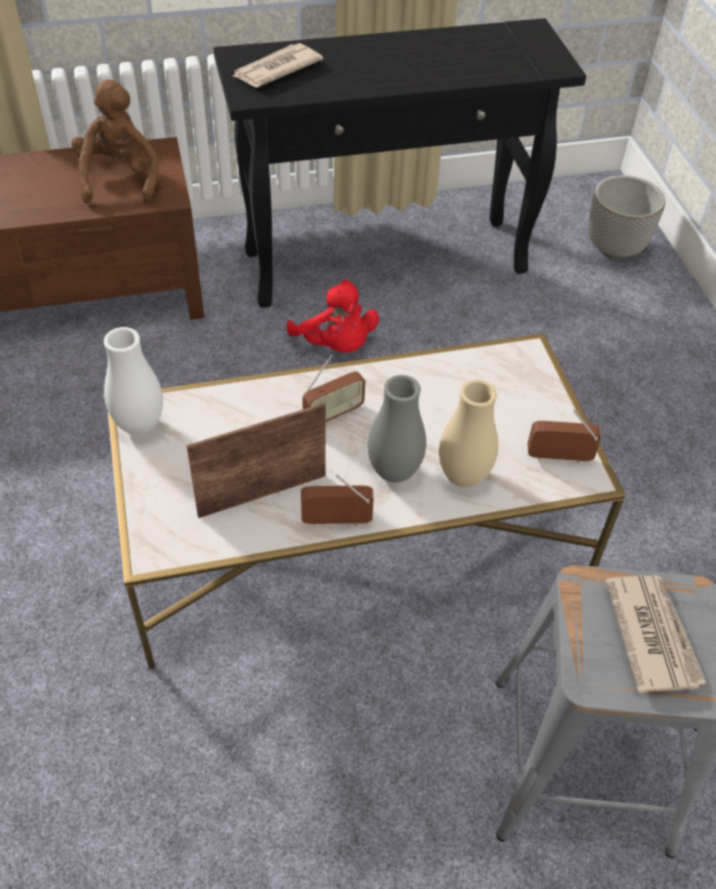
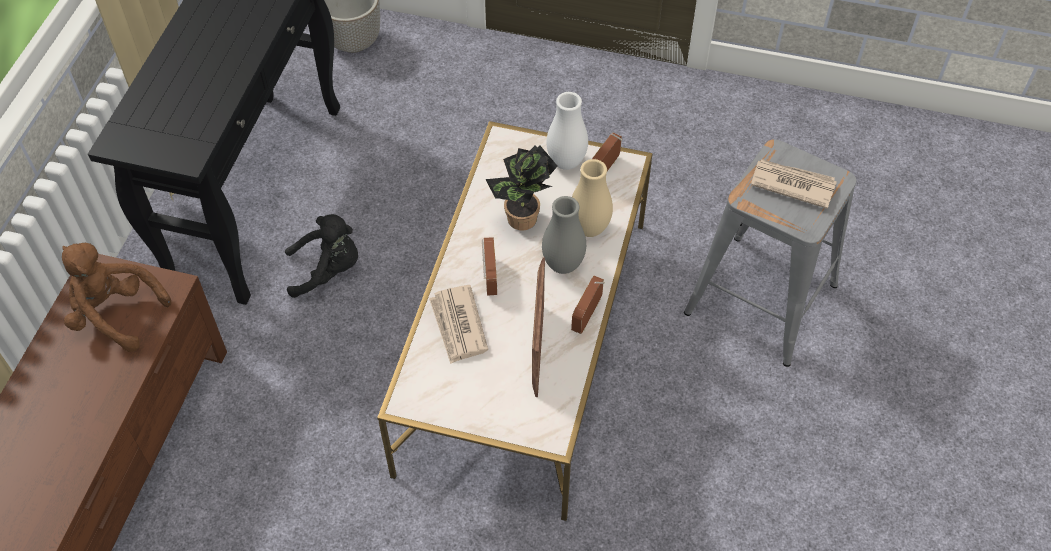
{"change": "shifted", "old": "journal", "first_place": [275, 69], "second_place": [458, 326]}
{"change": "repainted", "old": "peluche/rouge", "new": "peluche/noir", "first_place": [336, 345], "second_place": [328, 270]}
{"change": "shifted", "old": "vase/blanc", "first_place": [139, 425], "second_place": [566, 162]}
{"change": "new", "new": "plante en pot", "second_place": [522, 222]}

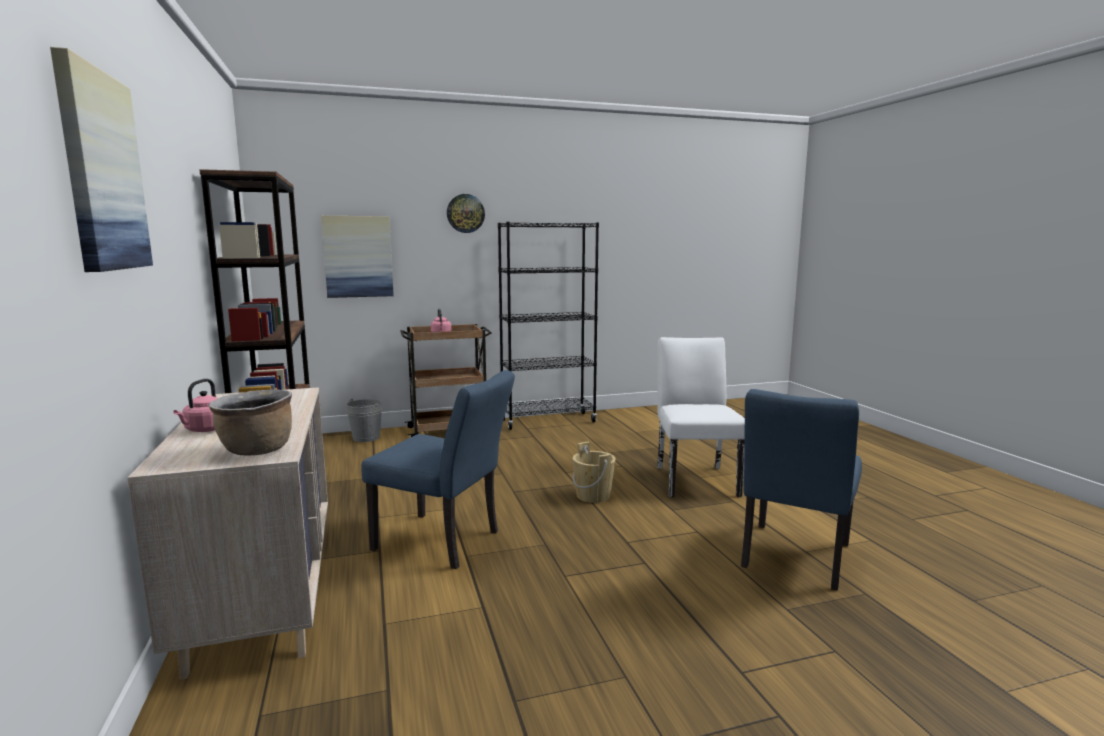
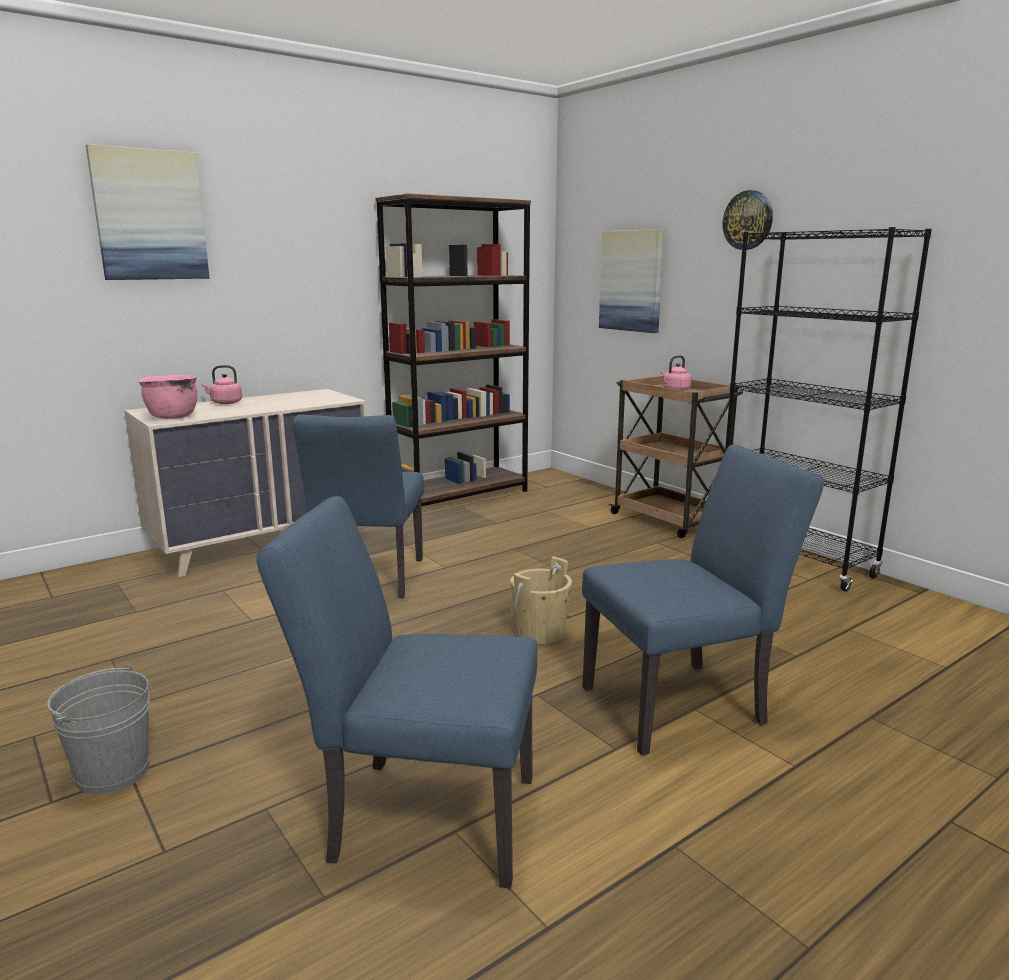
{"change": "repainted", "old": "chaise/blanc", "new": "chaise/bleu", "first_place": [694, 478], "second_place": [685, 703]}
{"change": "repainted", "old": "marmite/marron", "new": "marmite/rose", "first_place": [256, 451], "second_place": [172, 417]}
{"change": "shifted", "old": "seau/gris", "first_place": [366, 438], "second_place": [113, 772]}

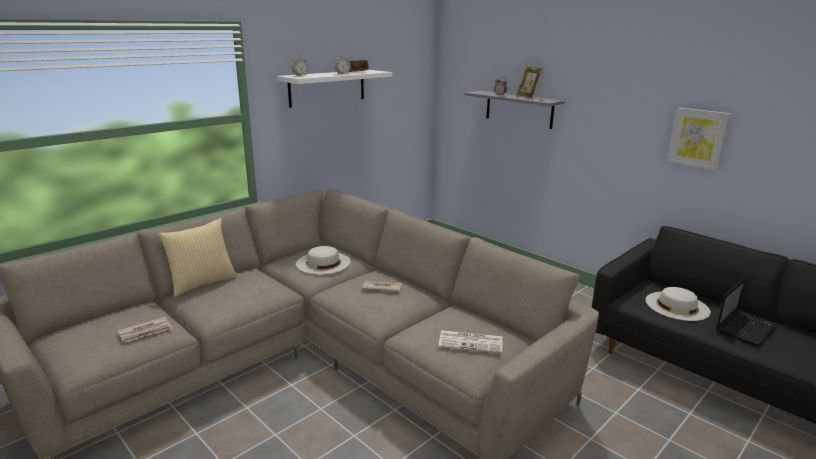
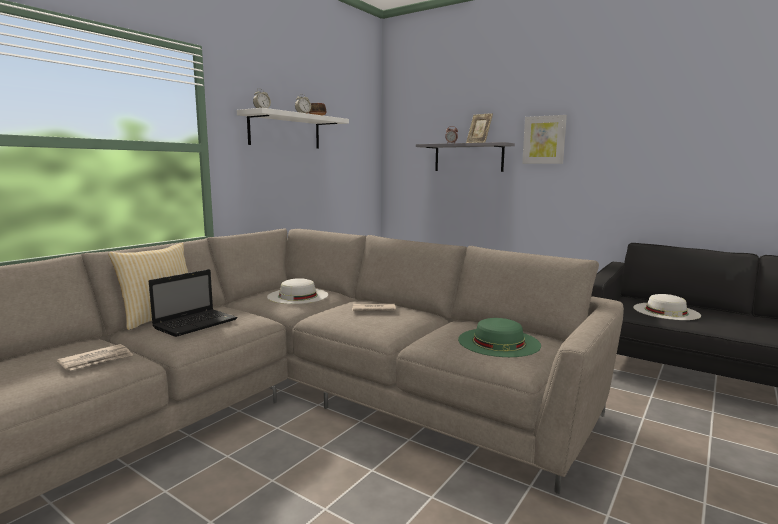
{"change": "shifted", "old": "tableau", "first_place": [698, 138], "second_place": [544, 140]}
{"change": "shifted", "old": "ordinateur portable", "first_place": [745, 328], "second_place": [197, 323]}
{"change": "swapped", "old": "journal", "new": "chapeau/vert", "first_place": [471, 342], "second_place": [499, 342]}

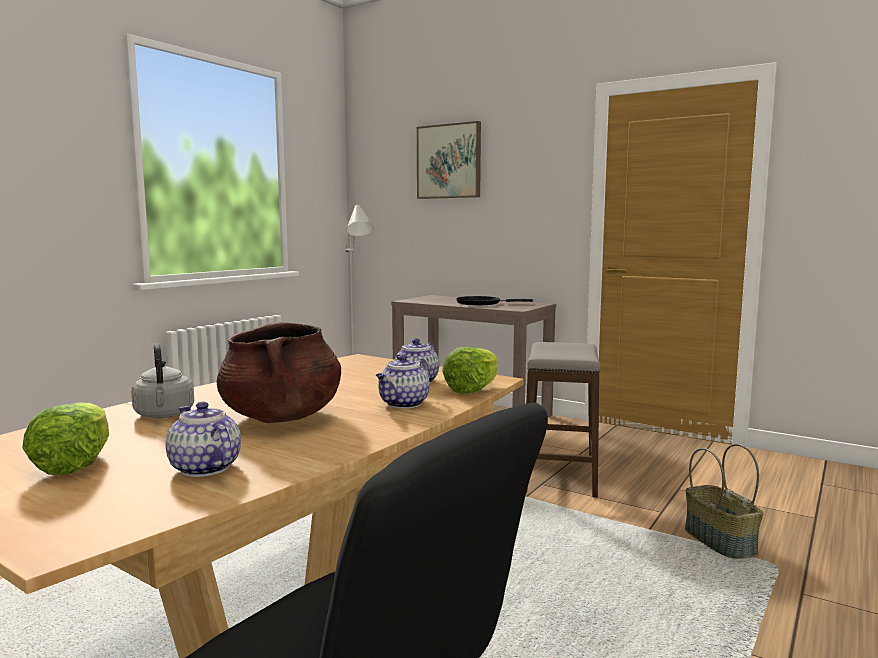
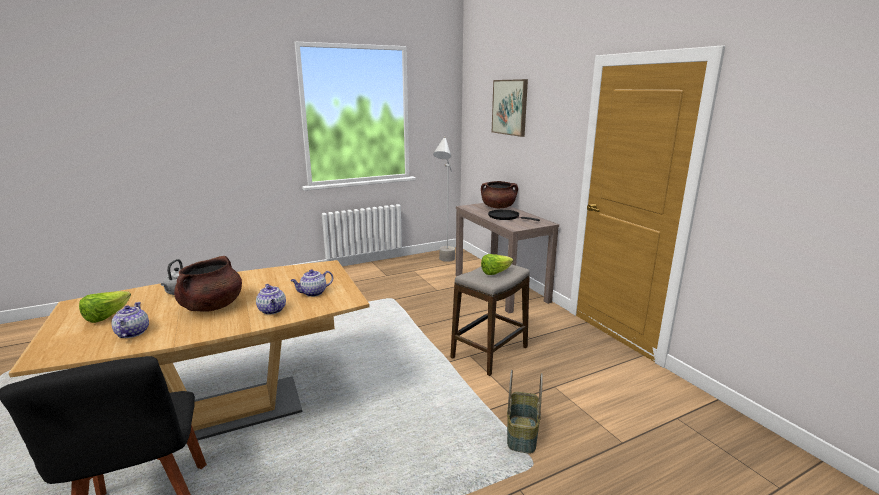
{"change": "shifted", "old": "laitue", "first_place": [473, 389], "second_place": [495, 273]}
{"change": "rotated", "old": "théière", "first_place": [403, 404], "second_place": [272, 310], "degrees": -90}
{"change": "new", "new": "marmite/marron", "second_place": [498, 207]}

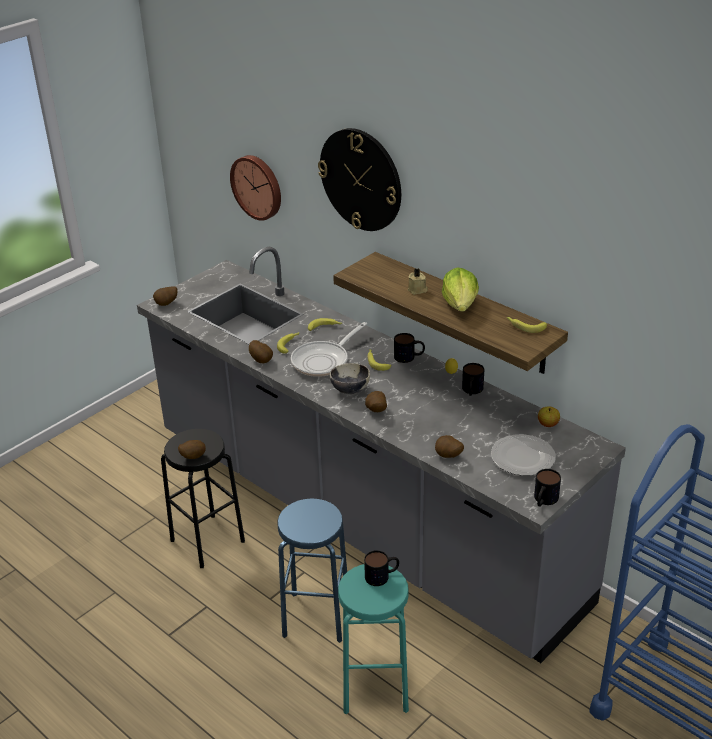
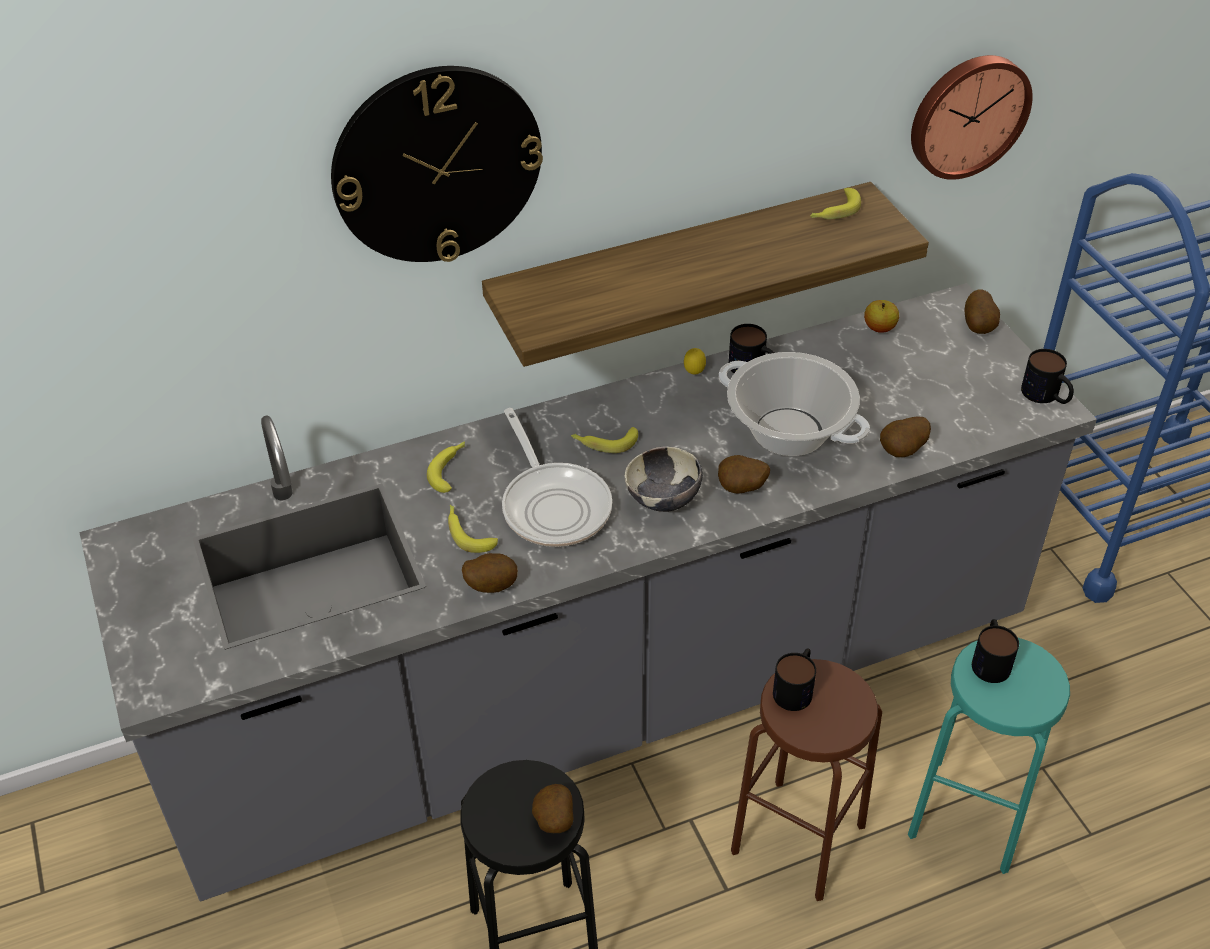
{"change": "shifted", "old": "horloge murale", "first_place": [258, 186], "second_place": [967, 114]}
{"change": "gone", "old": "laitue", "first_place": [460, 305]}
{"change": "gone", "old": "bougie/beige", "first_place": [417, 290]}
{"change": "shifted", "old": "pomme de terre", "first_place": [167, 304], "second_place": [979, 327]}
{"change": "shifted", "old": "mug", "first_place": [409, 357], "second_place": [796, 687]}
{"change": "gone", "old": "assiette", "first_place": [523, 458]}
{"change": "repainted", "old": "tabouret/bleu", "new": "tabouret/marron", "first_place": [316, 617], "second_place": [797, 838]}
{"change": "new", "new": "marmite", "second_place": [789, 432]}

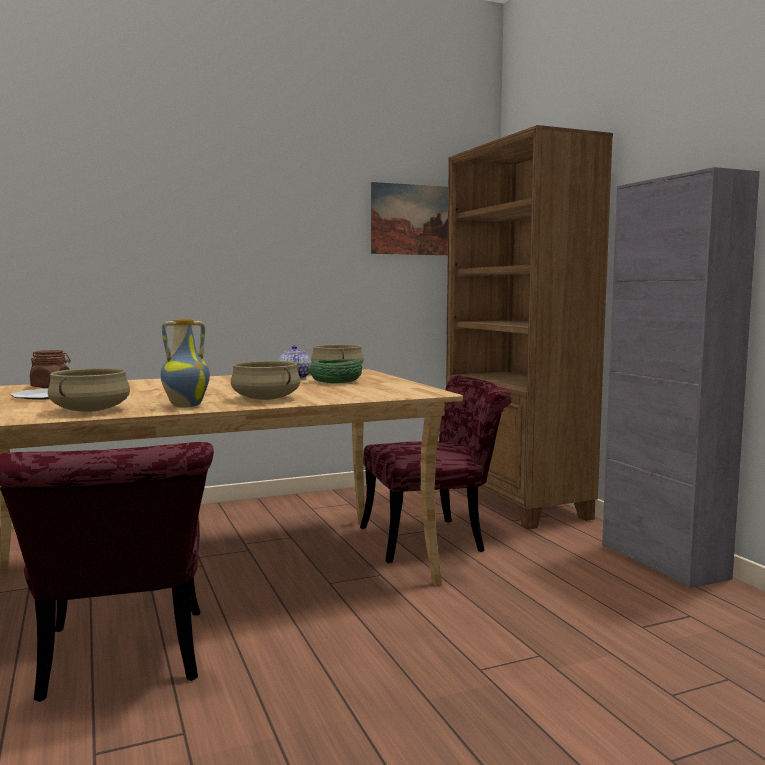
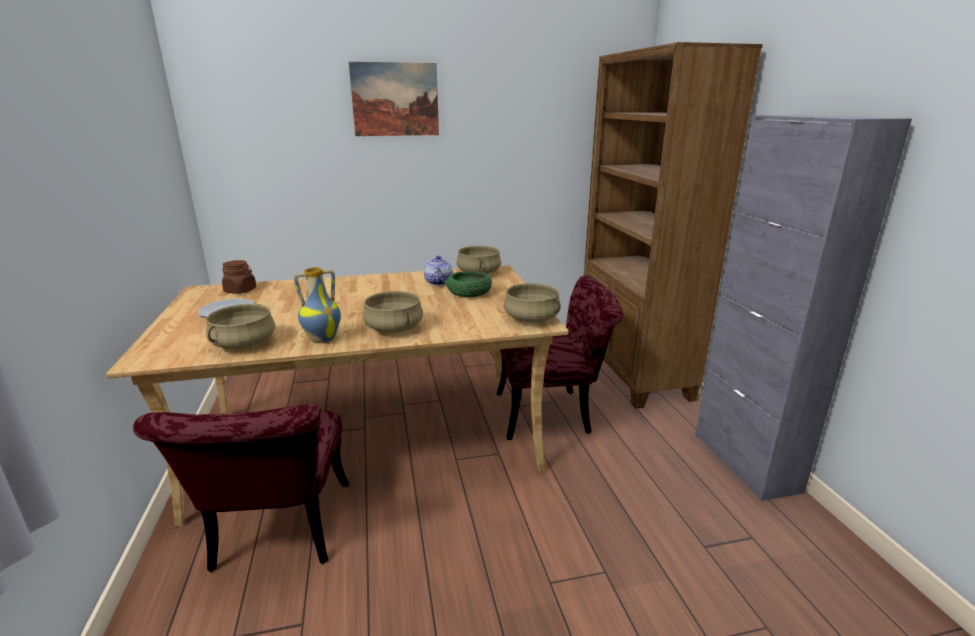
{"change": "shifted", "old": "tableau", "first_place": [410, 219], "second_place": [395, 99]}
{"change": "new", "new": "marmite/beige", "second_place": [532, 318]}

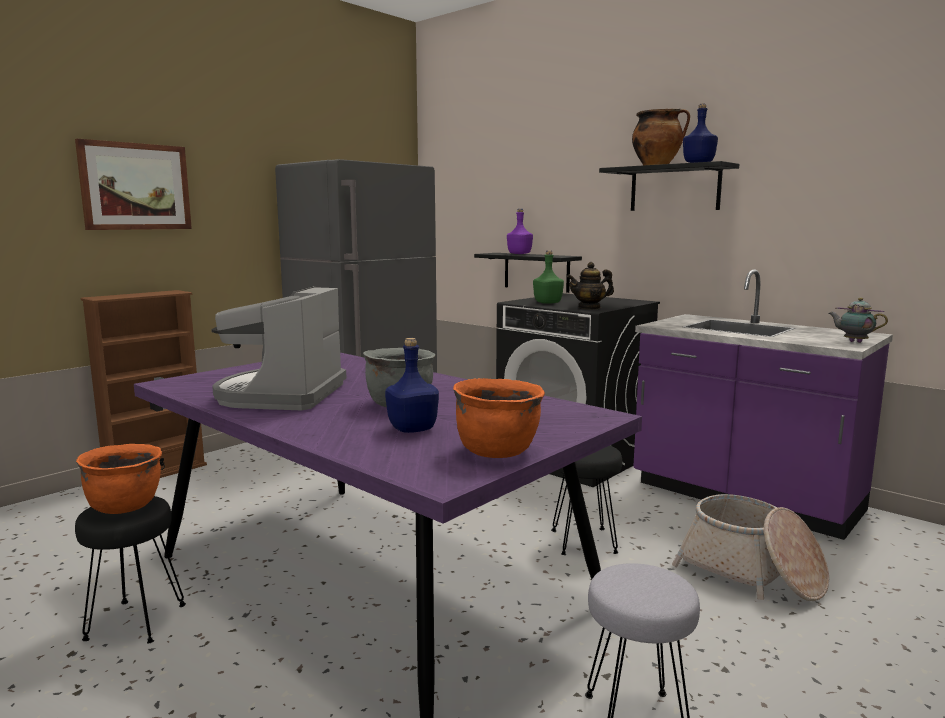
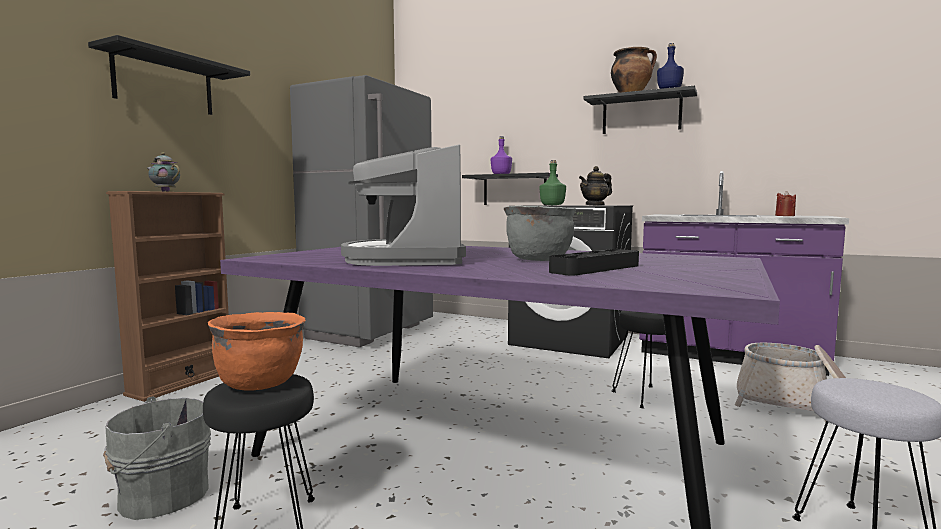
{"change": "swapped", "old": "tableau", "new": "étagère/noir", "first_place": [135, 186], "second_place": [164, 84]}
{"change": "shifted", "old": "théière", "first_place": [853, 342], "second_place": [164, 191]}
{"change": "swapped", "old": "bouteille/bleu", "new": "plateau/noir", "first_place": [412, 429], "second_place": [595, 268]}
{"change": "gone", "old": "marmite/orange", "first_place": [497, 451]}
{"change": "new", "new": "bougie/rouge", "second_place": [784, 216]}
{"change": "new", "new": "seau/gris", "second_place": [159, 496]}

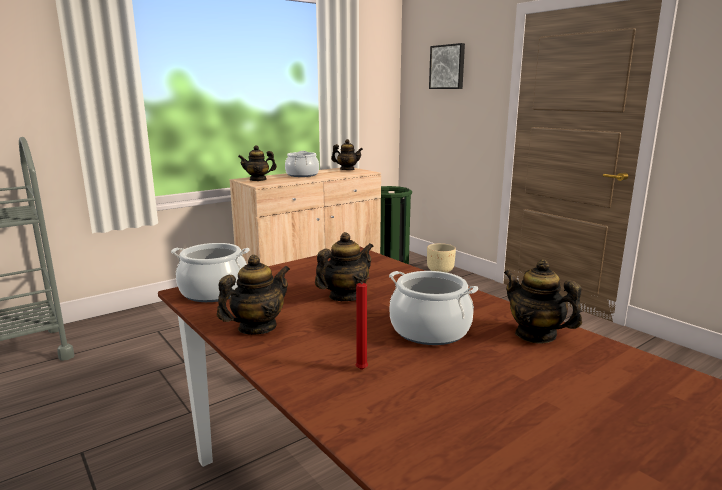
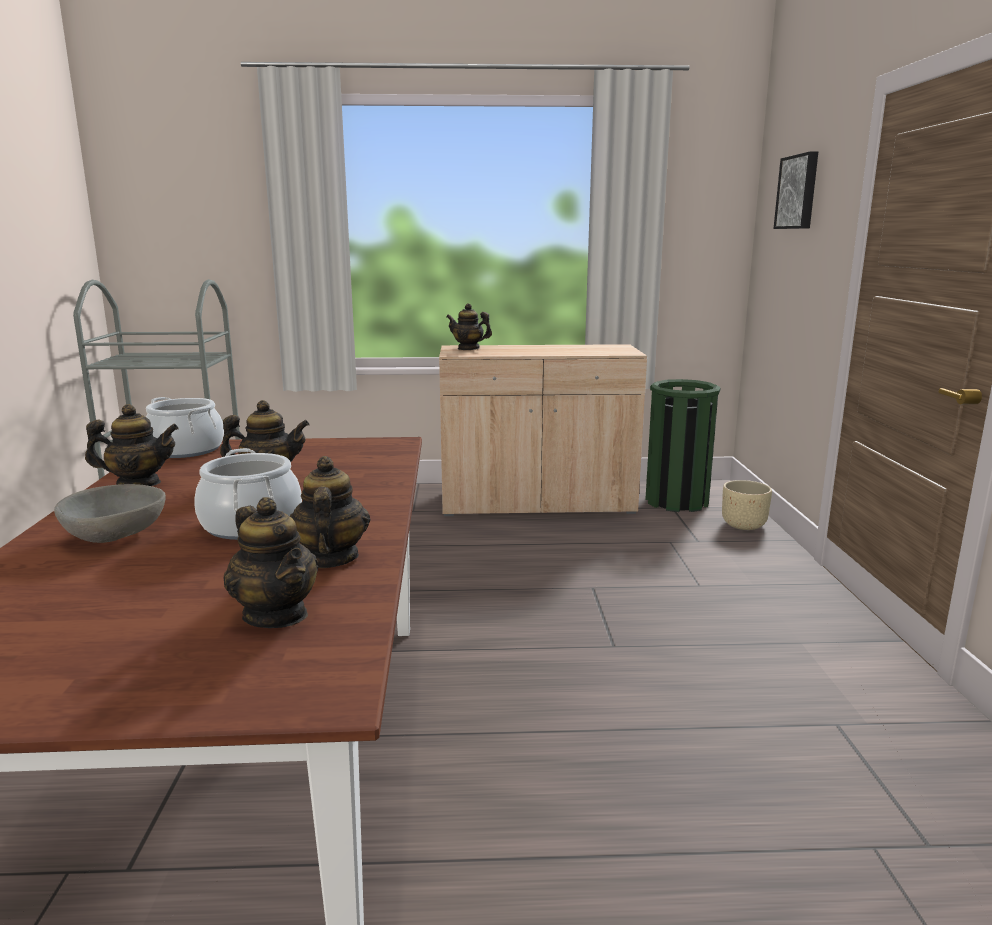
{"change": "shifted", "old": "théière", "first_place": [347, 169], "second_place": [276, 615]}
{"change": "gone", "old": "marmite", "first_place": [302, 175]}
{"change": "swapped", "old": "bougie/rouge", "new": "bol/gris", "first_place": [363, 370], "second_place": [115, 536]}

